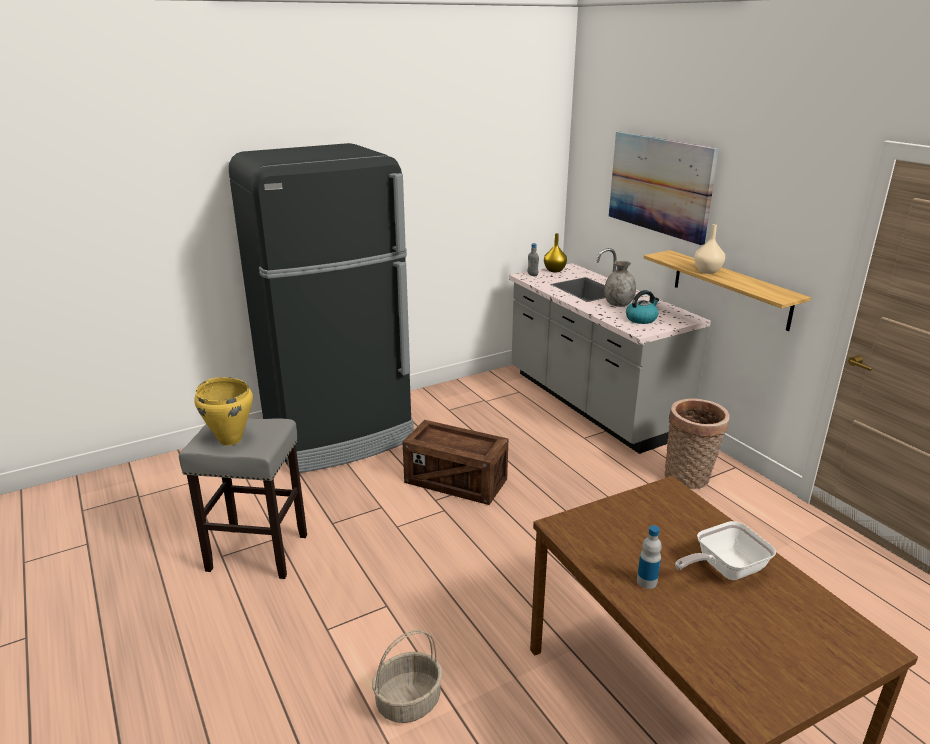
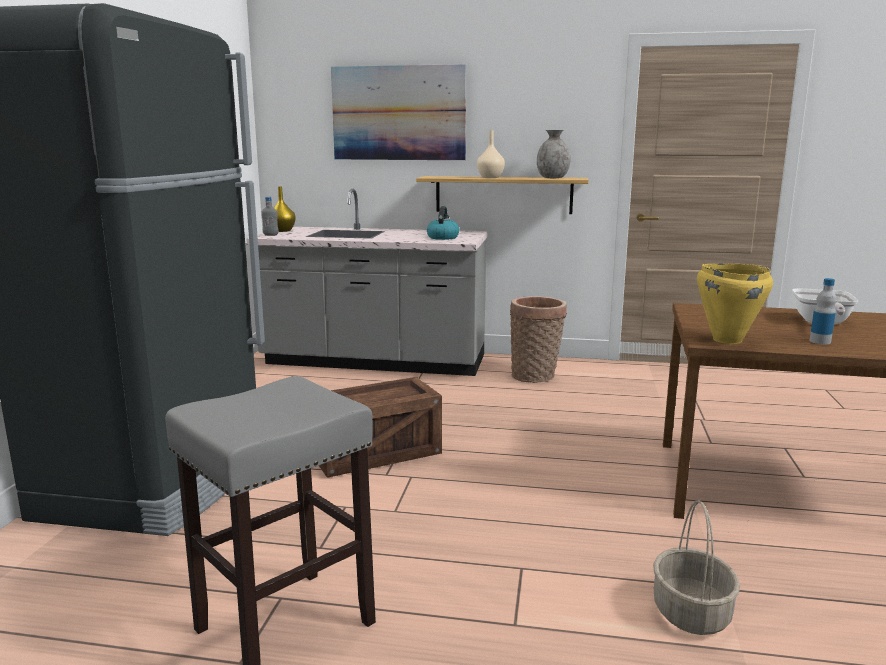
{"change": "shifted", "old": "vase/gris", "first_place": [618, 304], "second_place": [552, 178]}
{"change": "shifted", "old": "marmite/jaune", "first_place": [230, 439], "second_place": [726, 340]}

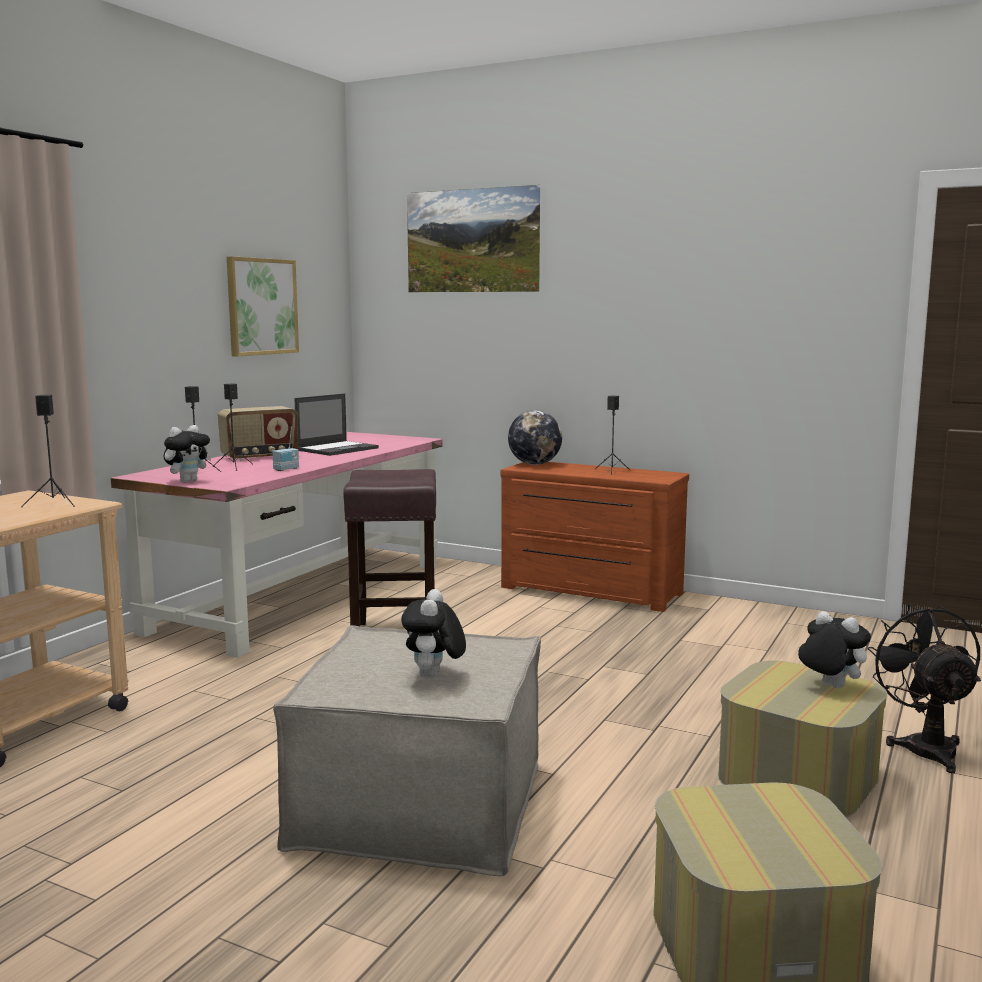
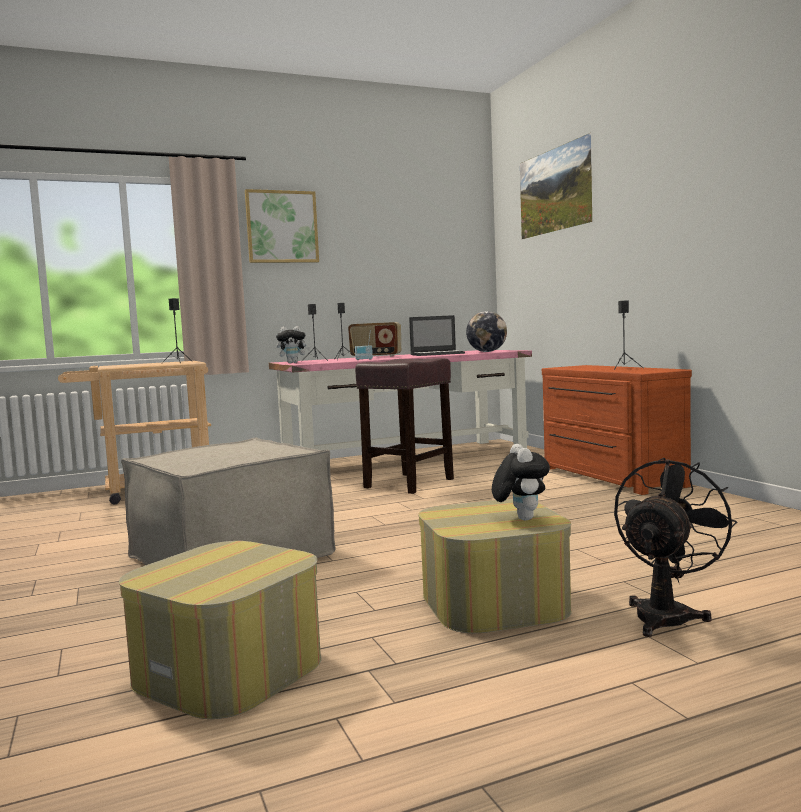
{"change": "shifted", "old": "tableau", "first_place": [261, 306], "second_place": [282, 227]}
{"change": "shifted", "old": "globe", "first_place": [534, 464], "second_place": [487, 352]}
{"change": "gone", "old": "peluche", "first_place": [434, 677]}

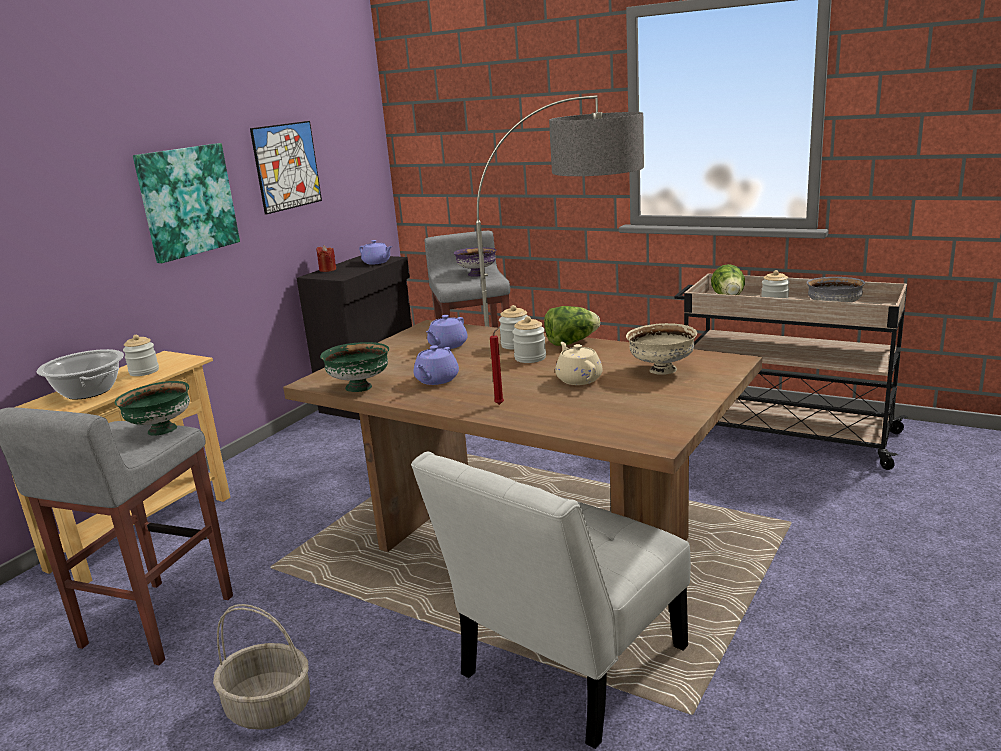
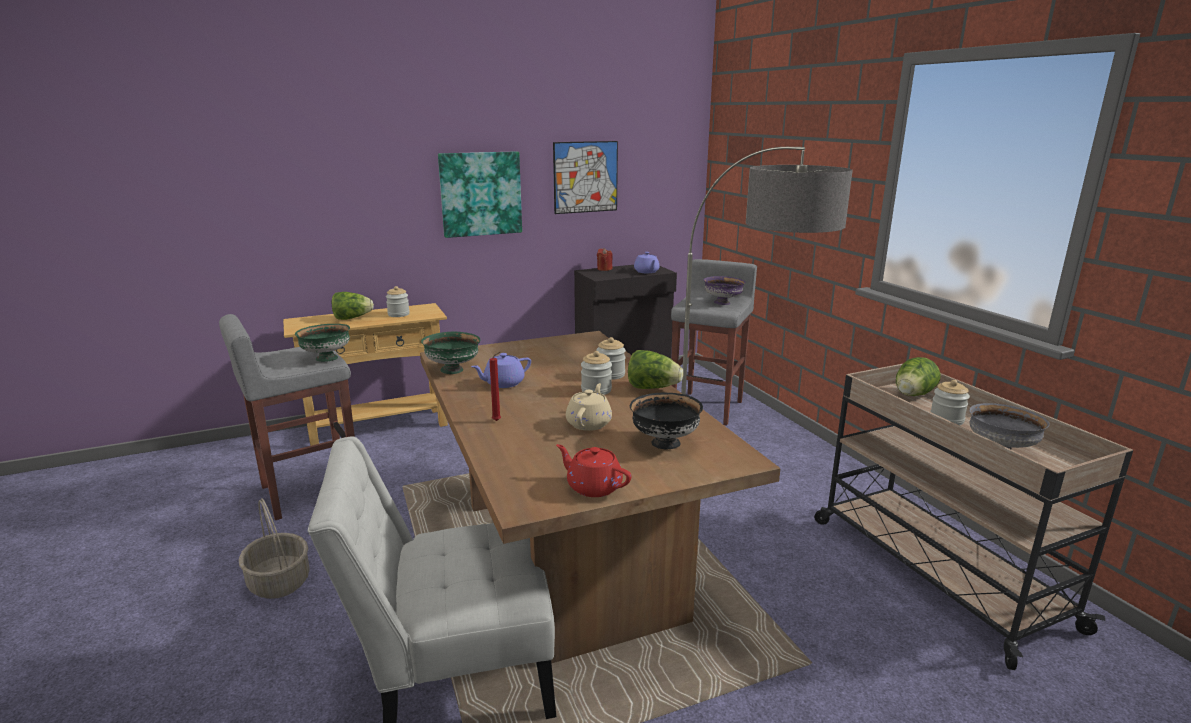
{"change": "gone", "old": "théière/violet", "first_place": [447, 345]}
{"change": "repainted", "old": "bol/beige", "new": "bol/noir", "first_place": [661, 370], "second_place": [664, 443]}
{"change": "swapped", "old": "marmite", "new": "laitue", "first_place": [88, 391], "second_place": [352, 318]}
{"change": "new", "new": "théière/rouge", "second_place": [593, 486]}

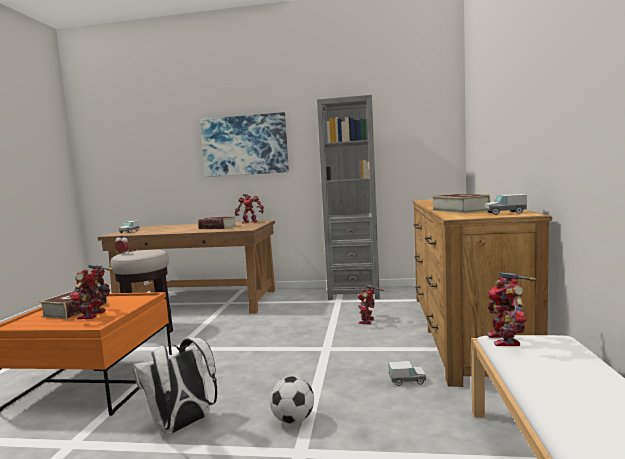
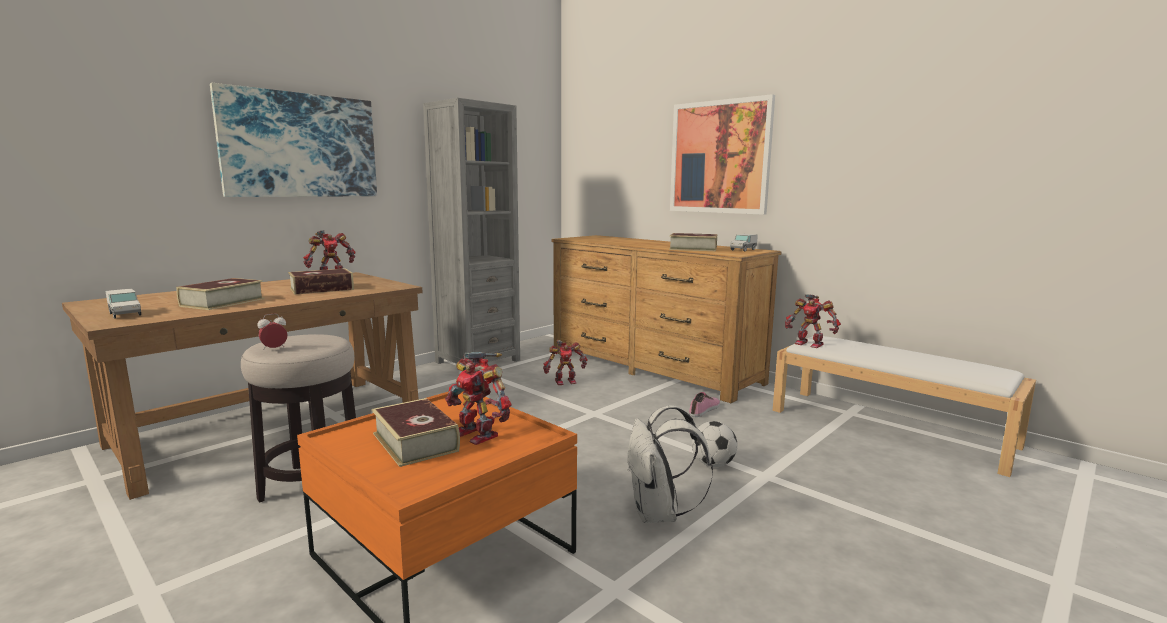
{"change": "rotated", "old": "robot jouet", "first_place": [368, 321], "second_place": [564, 381], "degrees": -75}
{"change": "swapped", "old": "camion jouet", "new": "chaussure", "first_place": [407, 381], "second_place": [704, 410]}
{"change": "new", "new": "tableau", "second_place": [719, 157]}
{"change": "new", "new": "livre", "second_place": [223, 302]}

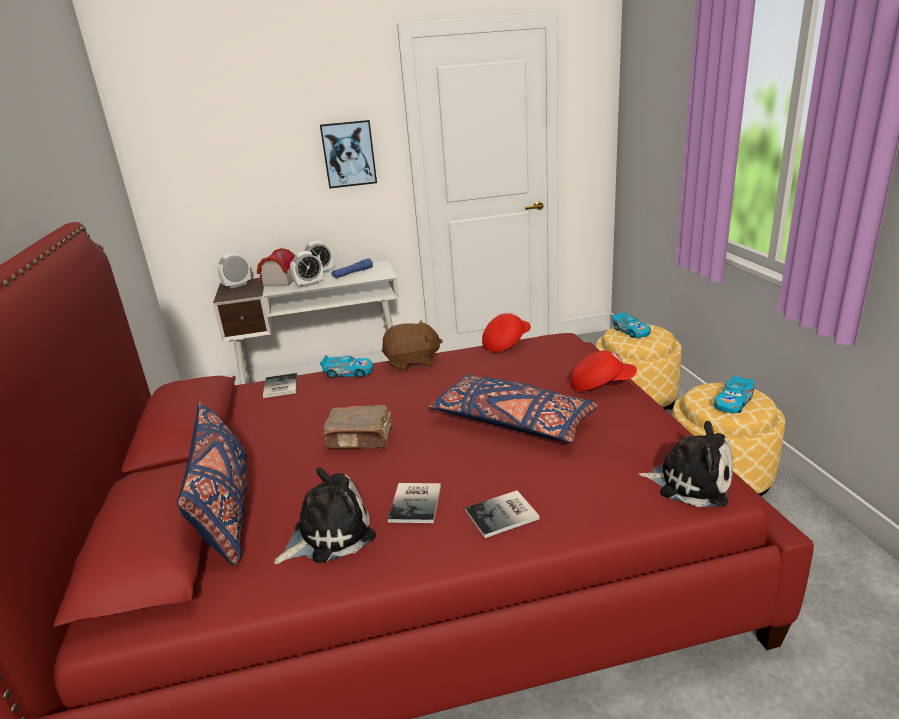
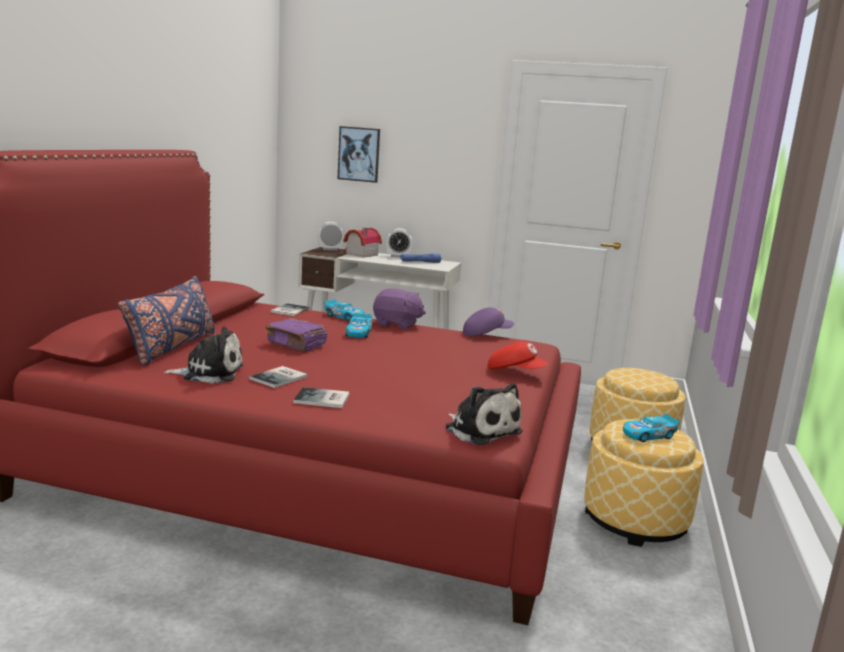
{"change": "shifted", "old": "tableau", "first_place": [348, 154], "second_place": [359, 154]}
{"change": "gone", "old": "réveil", "first_place": [309, 284]}
{"change": "shifted", "old": "petite voiture", "first_place": [631, 331], "second_place": [359, 333]}
{"change": "repainted", "old": "casquette/rouge", "new": "casquette/violet", "first_place": [506, 343], "second_place": [486, 334]}
{"change": "repainted", "old": "peluche/marron", "new": "peluche/violet", "first_place": [412, 362], "second_place": [397, 324]}
{"change": "gone", "old": "coussin/bleu", "first_place": [513, 422]}
{"change": "repainted", "old": "livre/marron", "new": "livre/violet", "first_place": [360, 438], "second_place": [296, 344]}

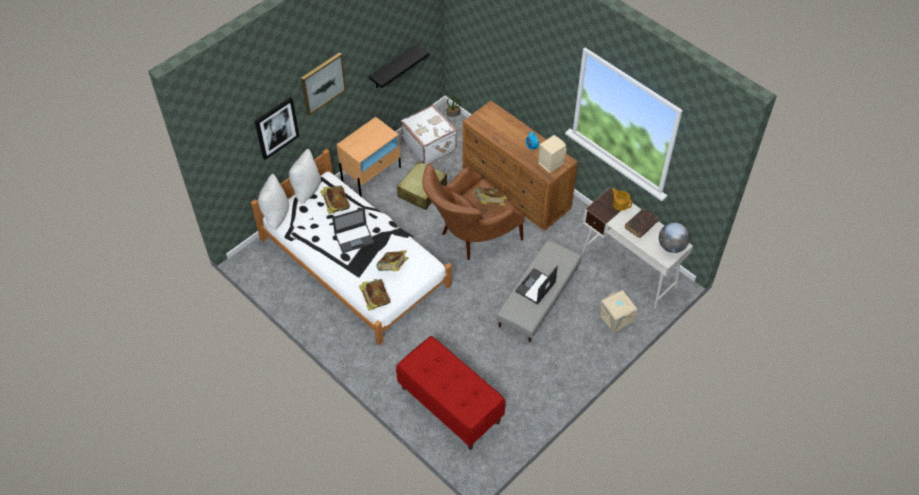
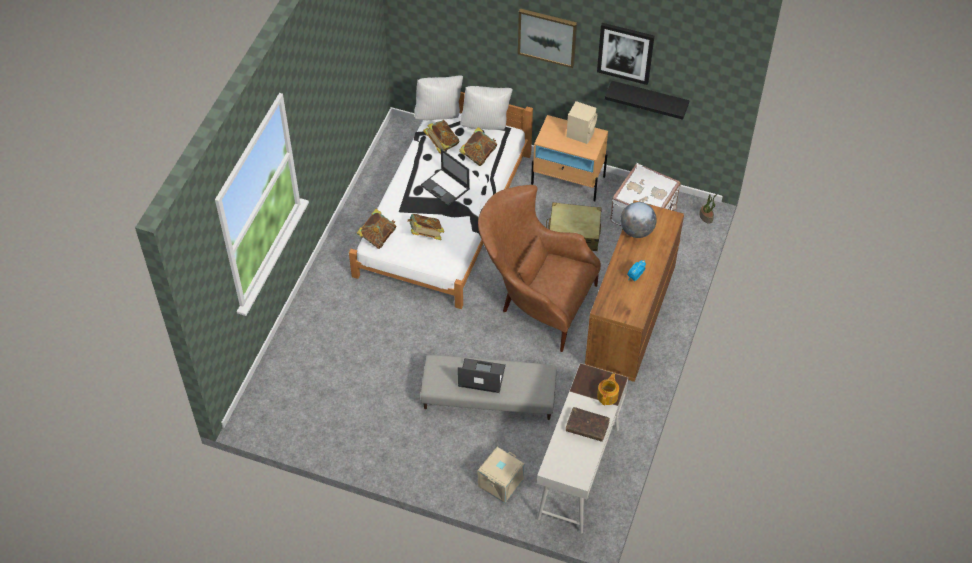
{"change": "shifted", "old": "tableau", "first_place": [276, 128], "second_place": [625, 52]}
{"change": "shifted", "old": "enceinte/beige", "first_place": [550, 163], "second_place": [581, 133]}
{"change": "shifted", "old": "livre", "first_place": [489, 203], "second_place": [441, 144]}
{"change": "shifted", "old": "globe", "first_place": [671, 246], "second_place": [636, 231]}
{"change": "gone", "old": "banc/rouge", "first_place": [450, 405]}

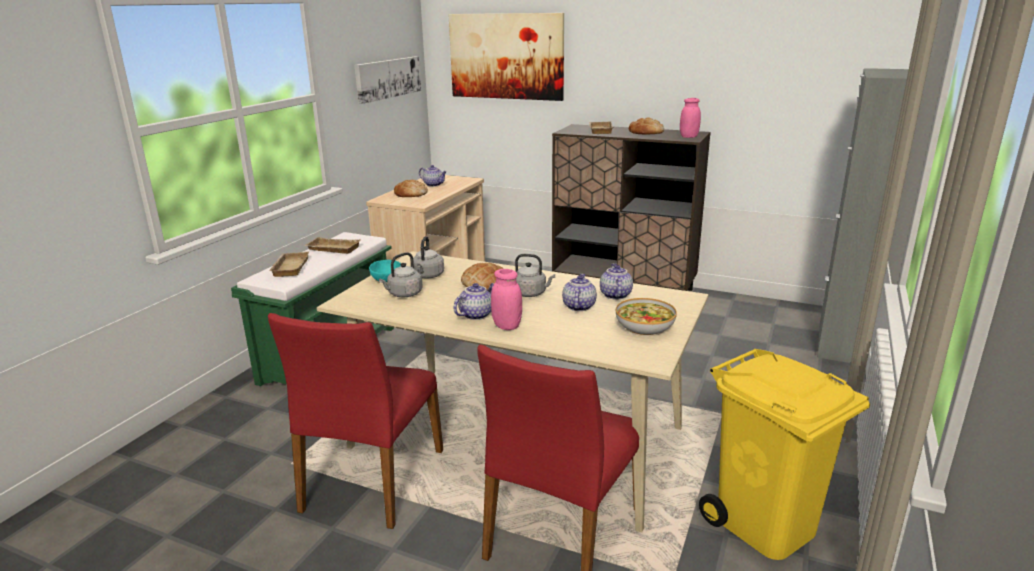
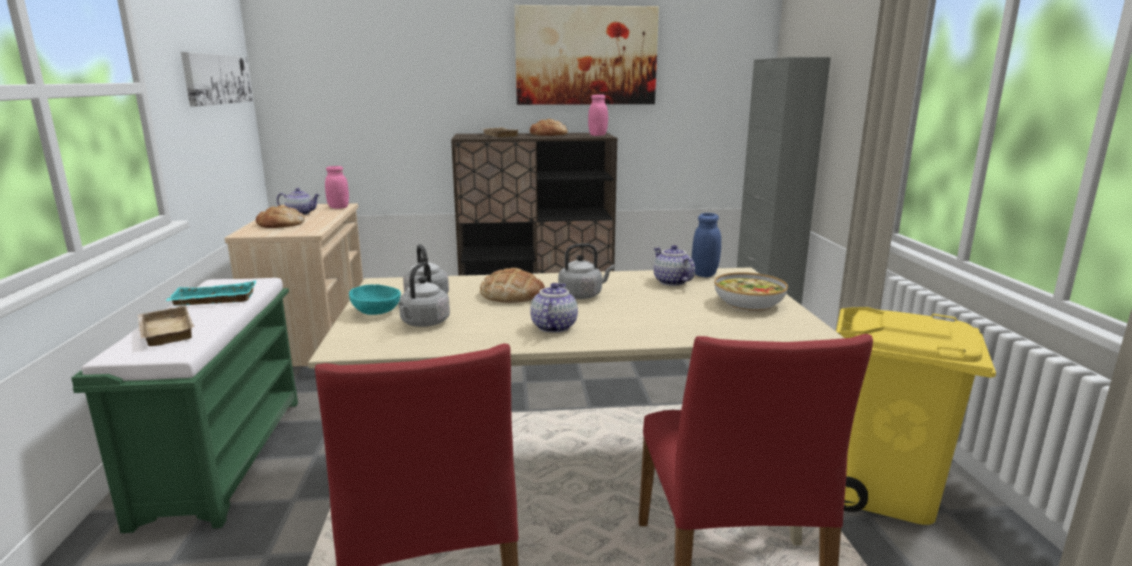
{"change": "shifted", "old": "tableau", "first_place": [506, 56], "second_place": [586, 56]}
{"change": "repainted", "old": "plateau/beige", "new": "plateau/turquoise", "first_place": [332, 249], "second_place": [212, 300]}
{"change": "shifted", "old": "bocal/rose", "first_place": [507, 326], "second_place": [338, 207]}
{"change": "gone", "old": "théière", "first_place": [578, 306]}
{"change": "new", "new": "bocal/bleu", "second_place": [704, 274]}

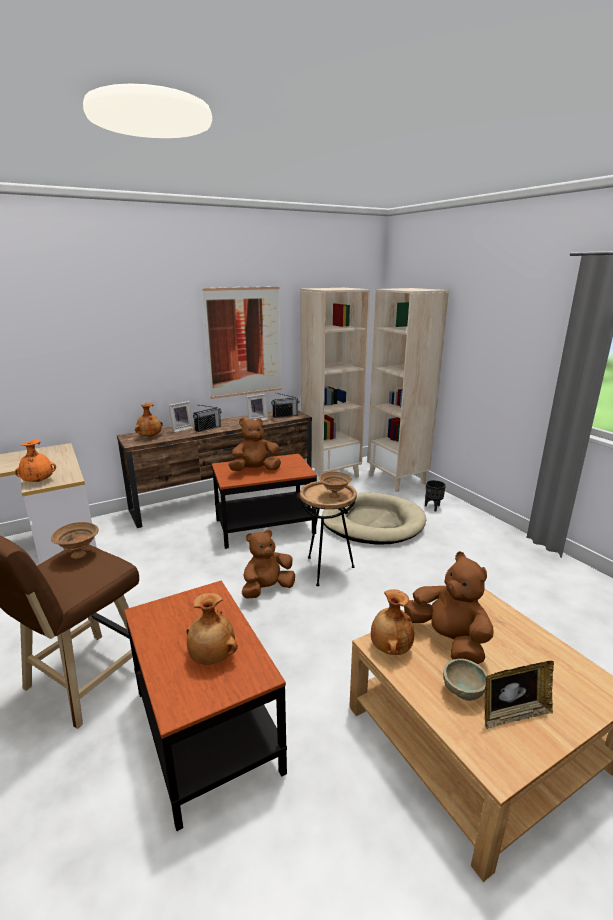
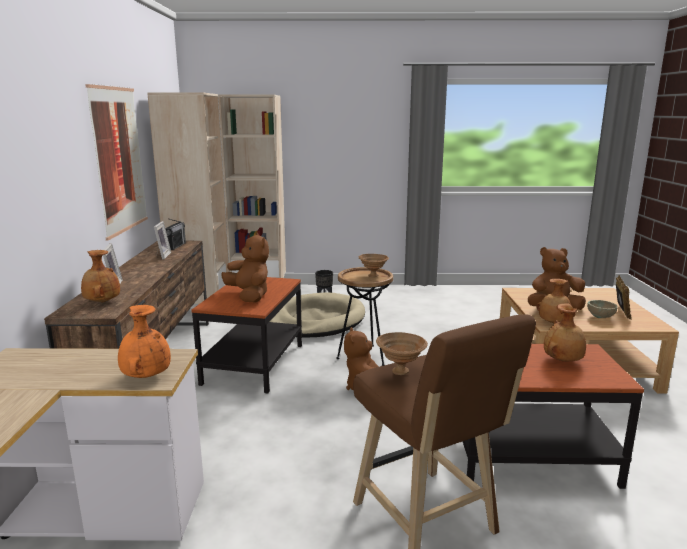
{"change": "gone", "old": "radio", "first_place": [208, 428]}
{"change": "rotated", "old": "peluche/marron", "first_place": [255, 470], "second_place": [249, 296], "degrees": 135}

